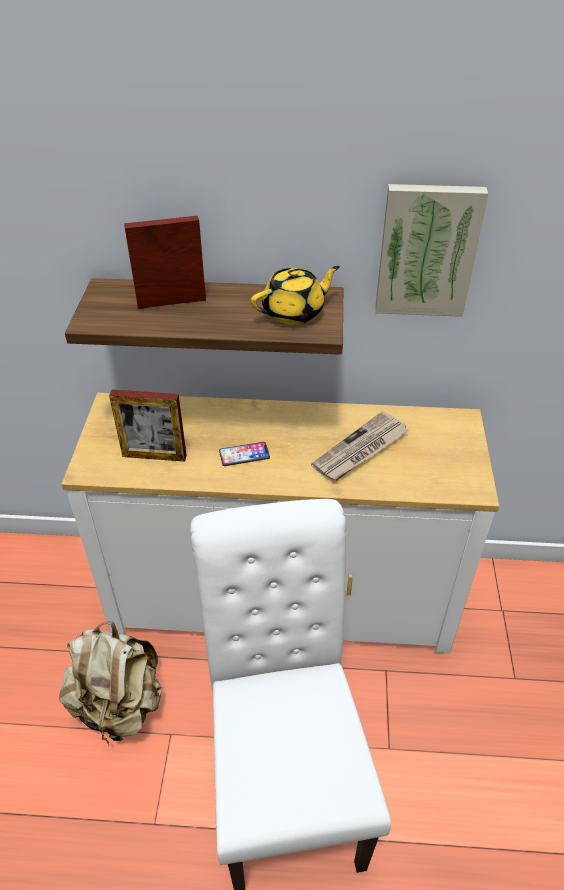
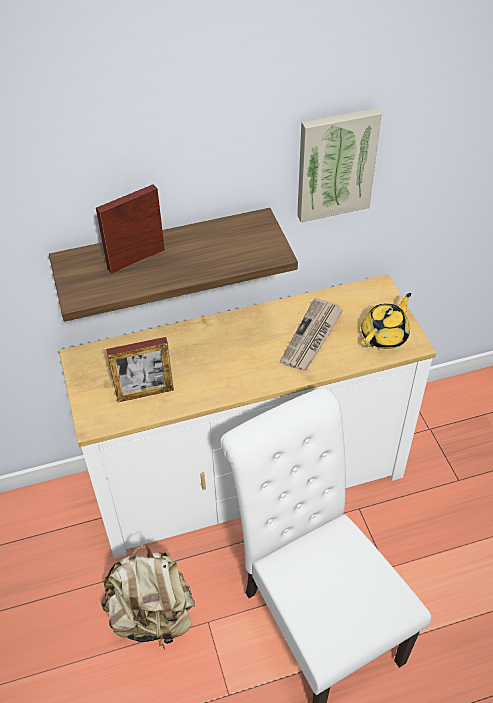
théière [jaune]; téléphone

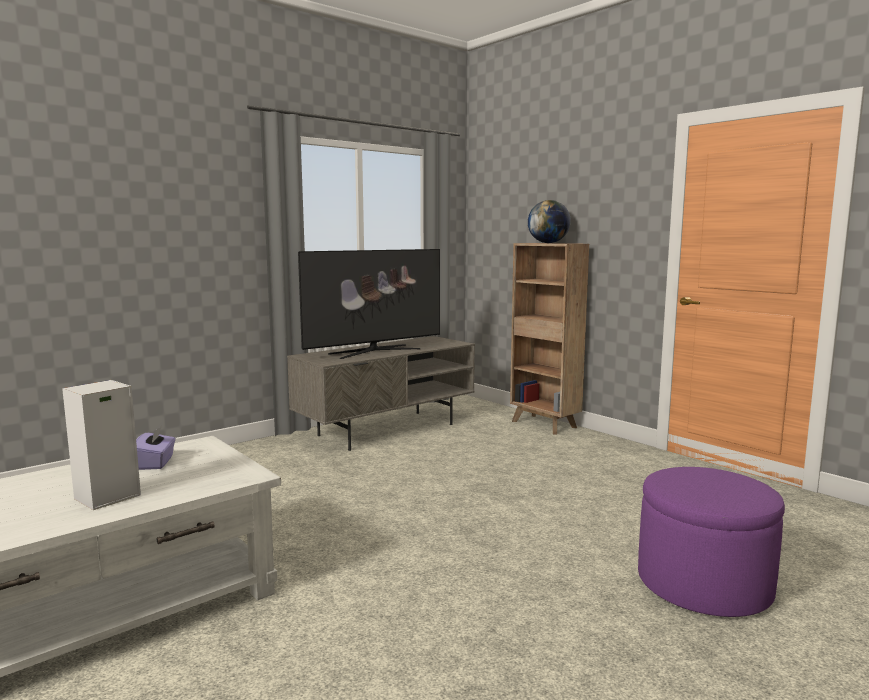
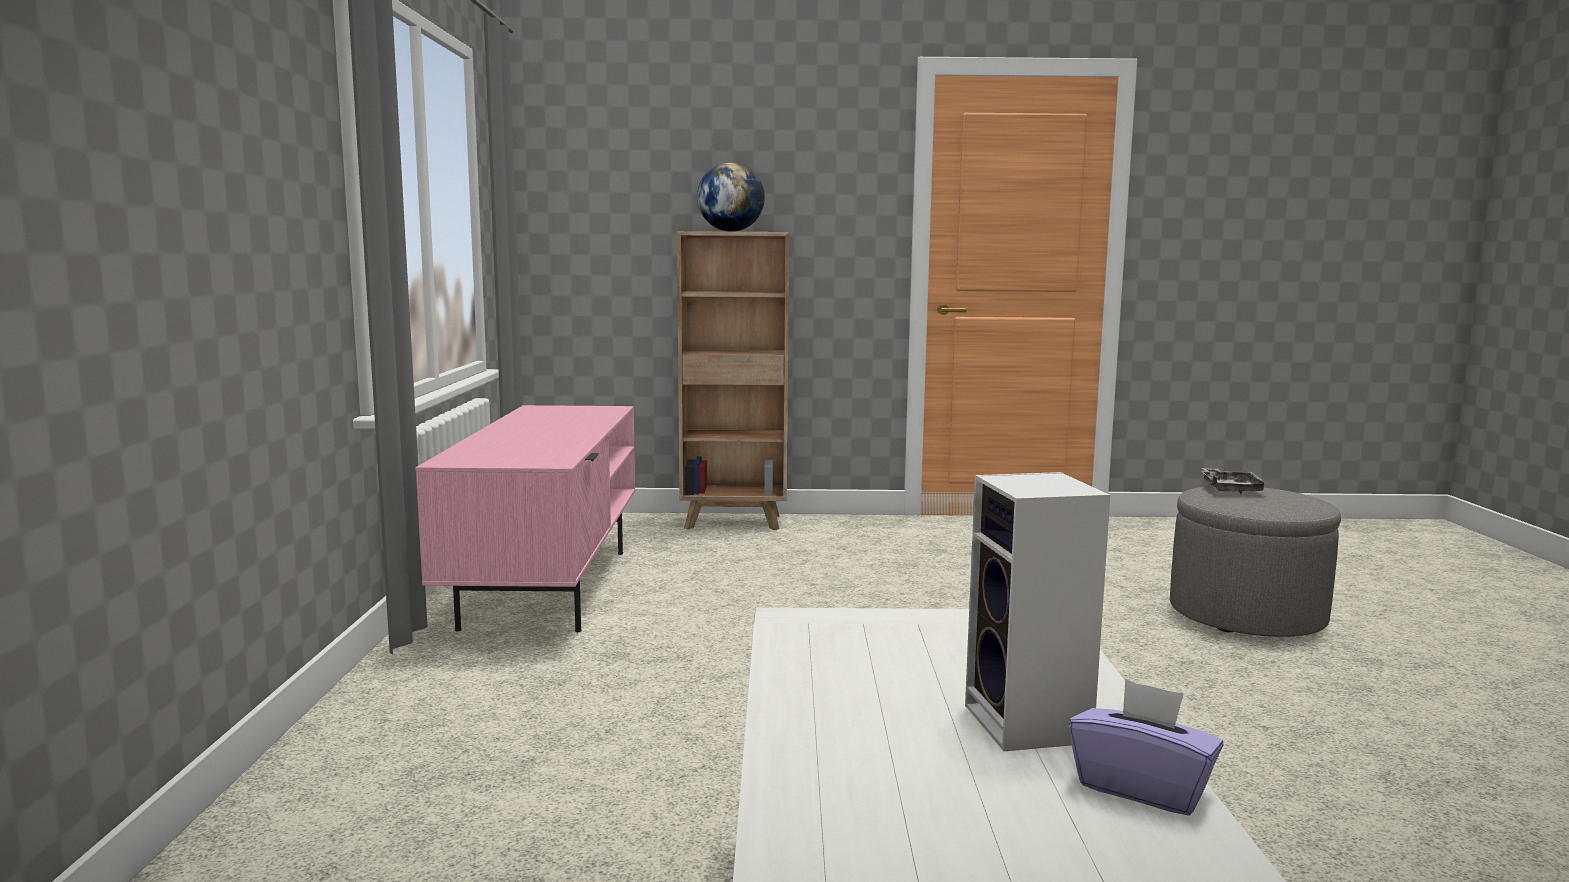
téléviseur; meuble télé [rose]; boîte à mouchoirs [violet]; pouf [gris]; plateau [gris]

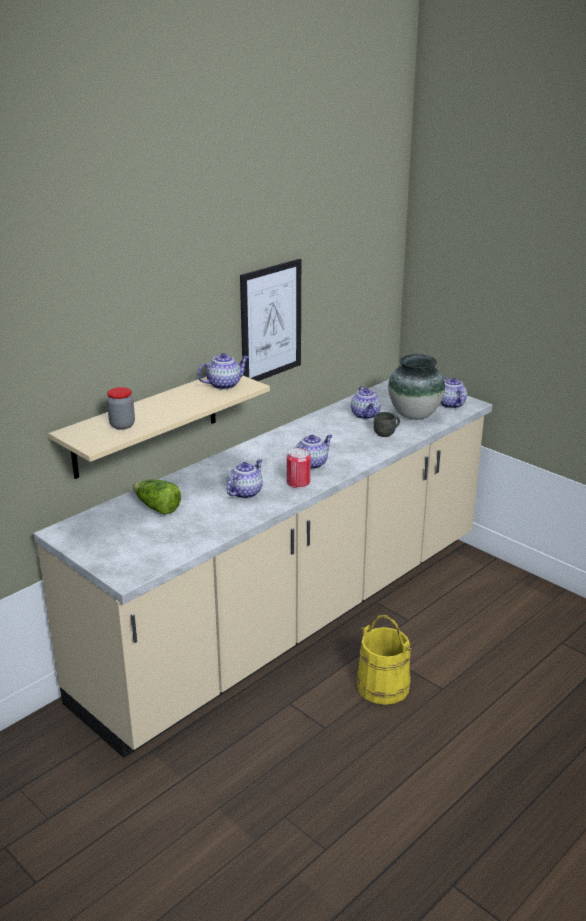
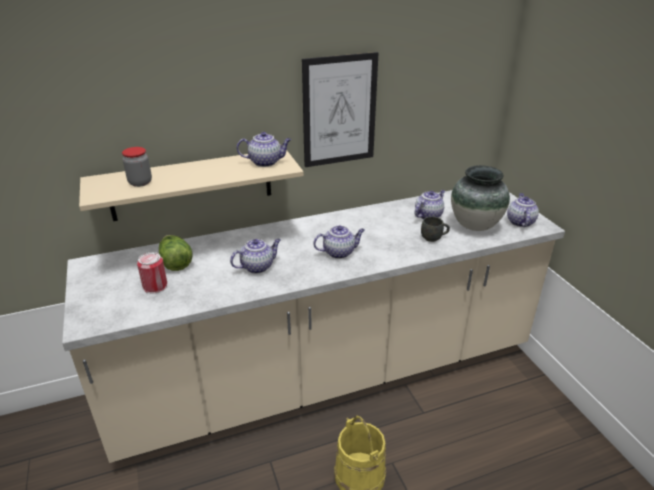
théière (4th from left); boîte métallique

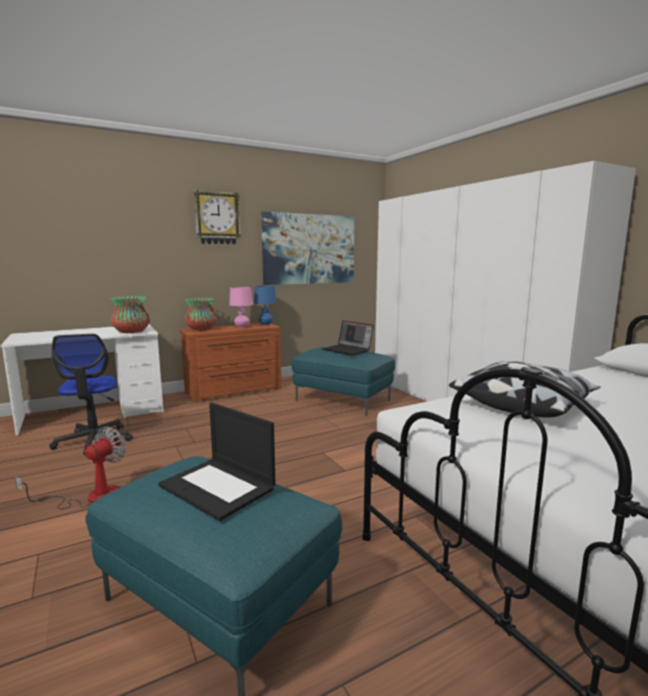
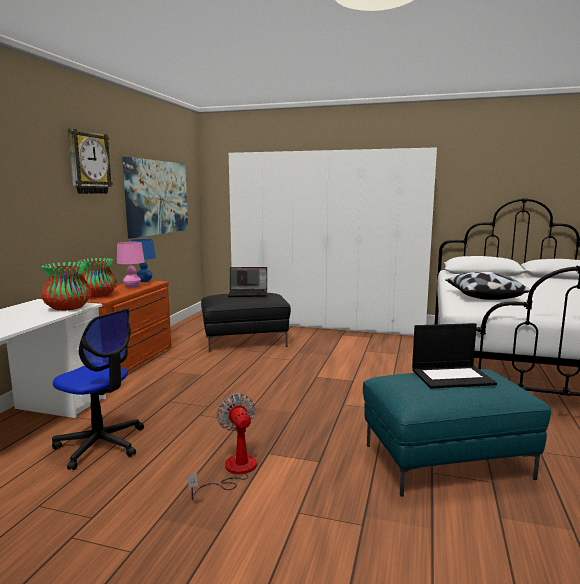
pouf [noir]

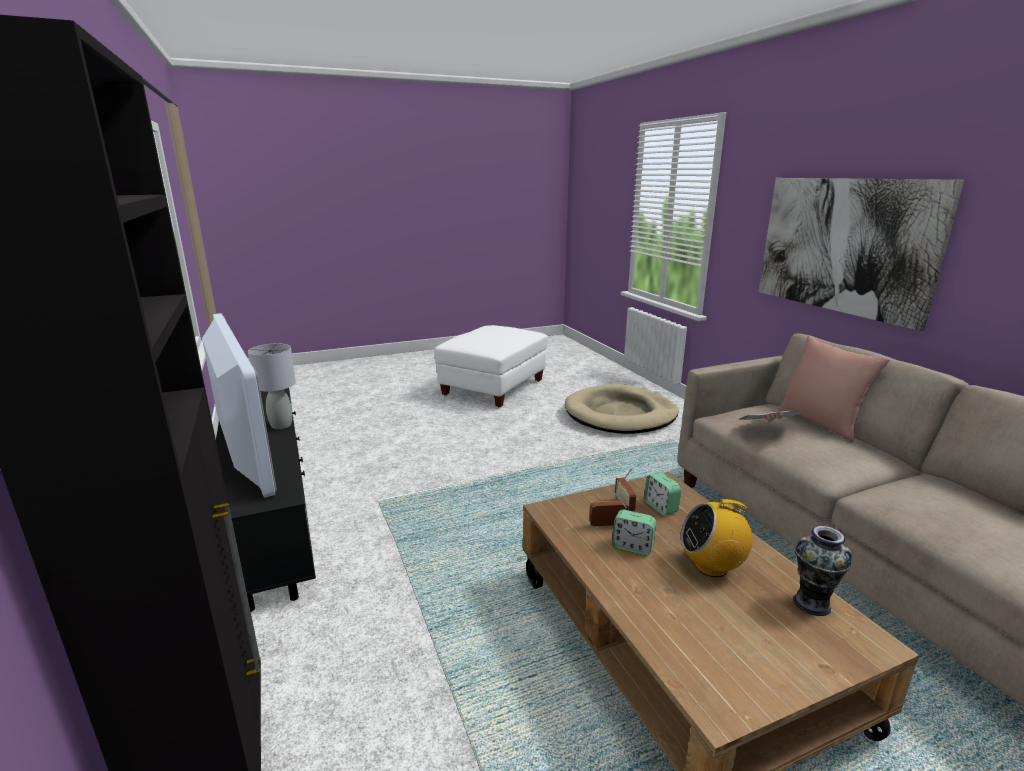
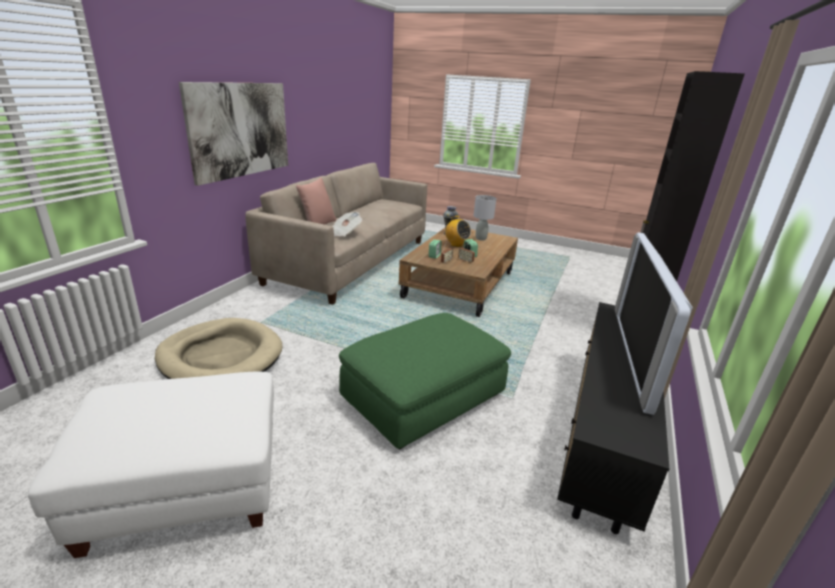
lampe de table [gris]; pouf [vert]

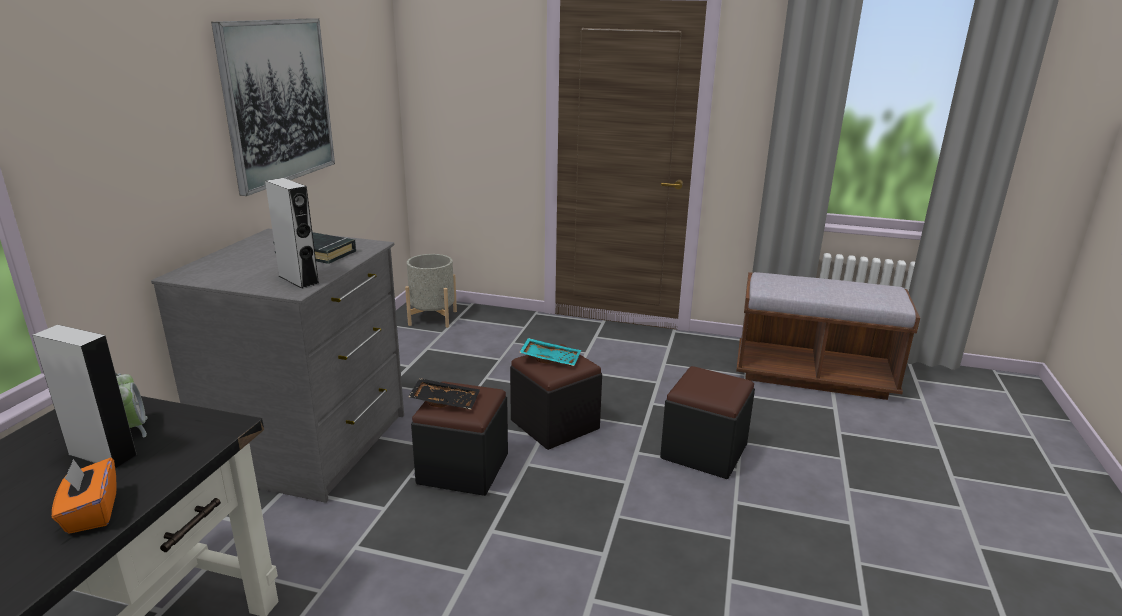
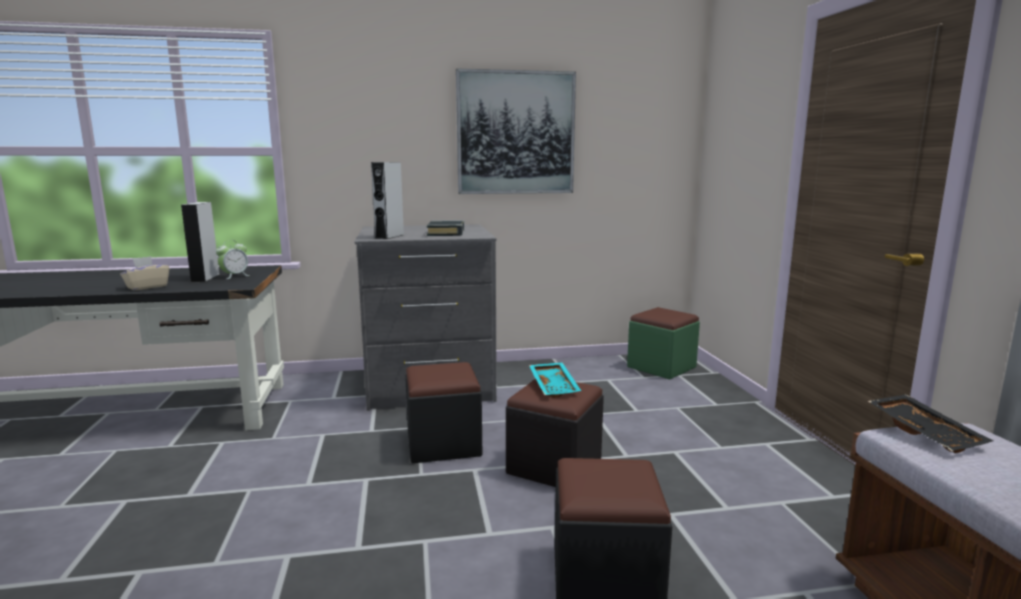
pouf [vert]; plateau [noir]; boîte à mouchoirs [beige]

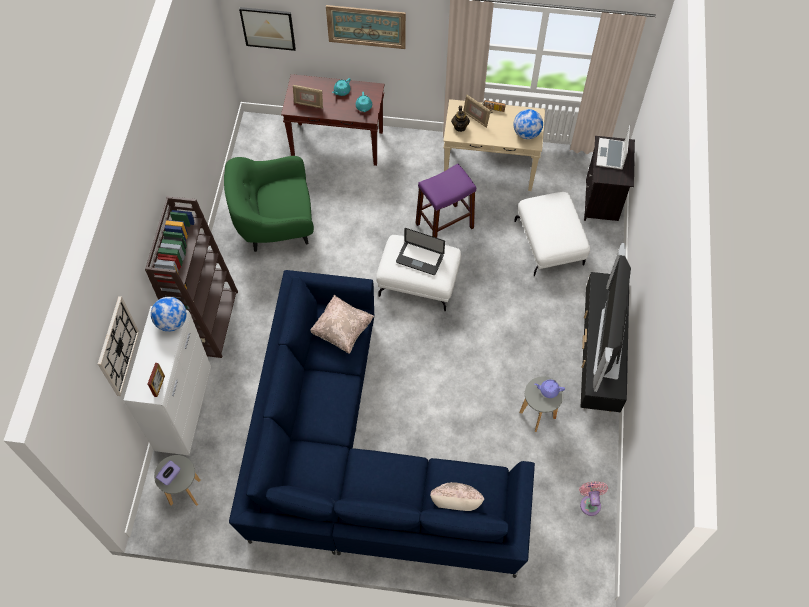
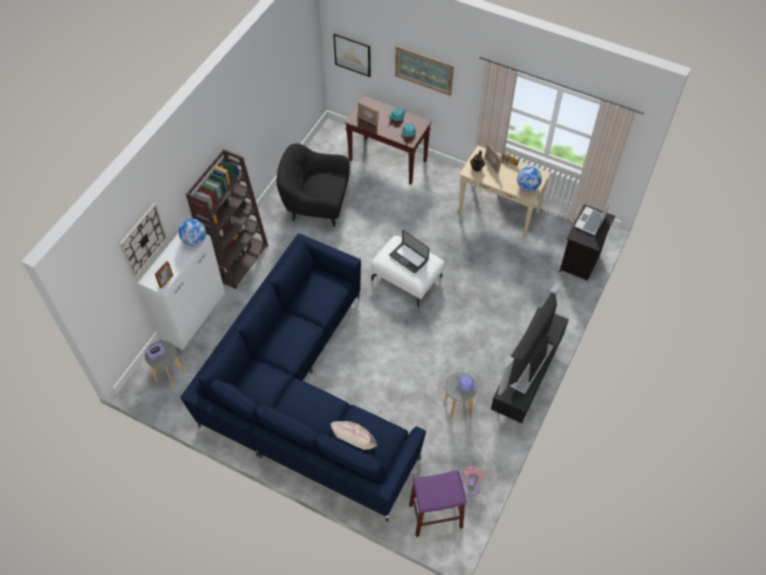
fauteuil [noir]; tabouret [violet]; pouf [blanc] (2nd from left in the first image); coussin [beige] (1st from left in the first image)

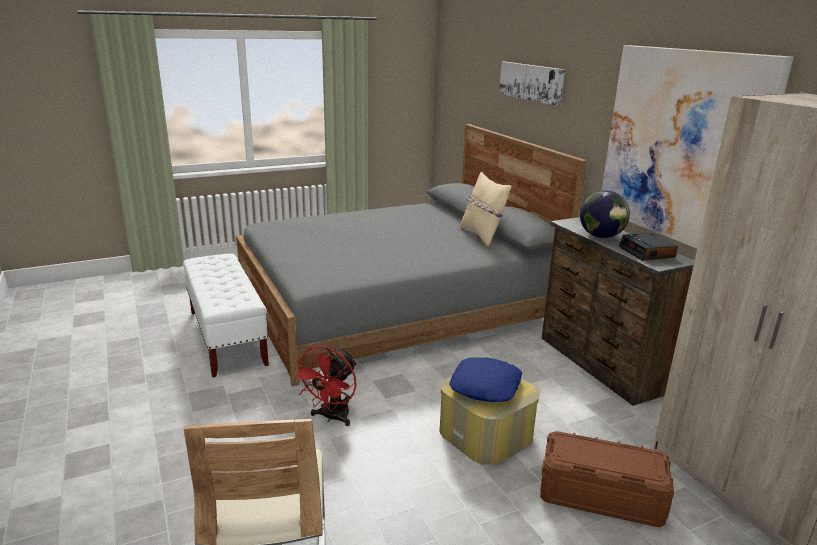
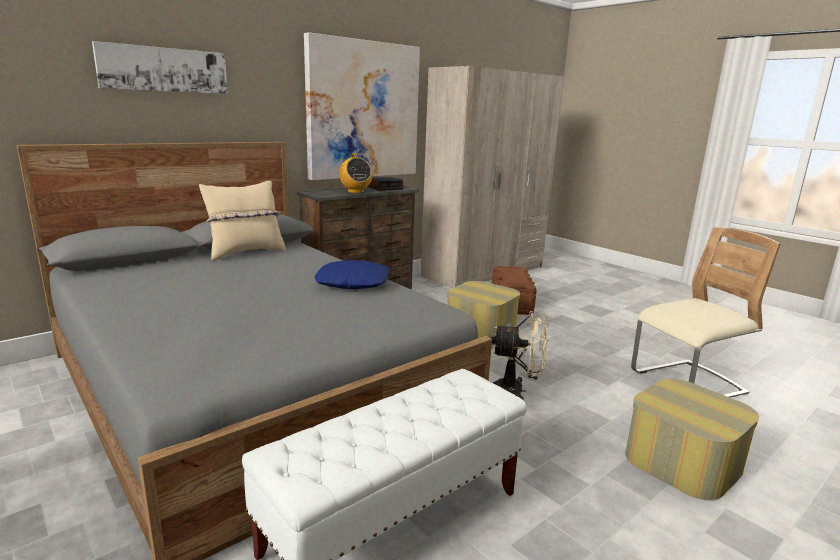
radio; ventilateur [beige]; coussin [bleu]; pouf (2nd from left)

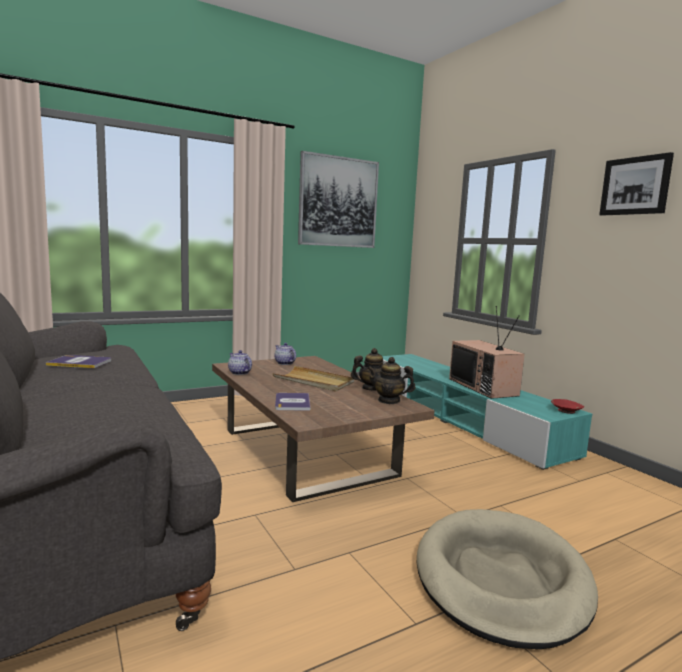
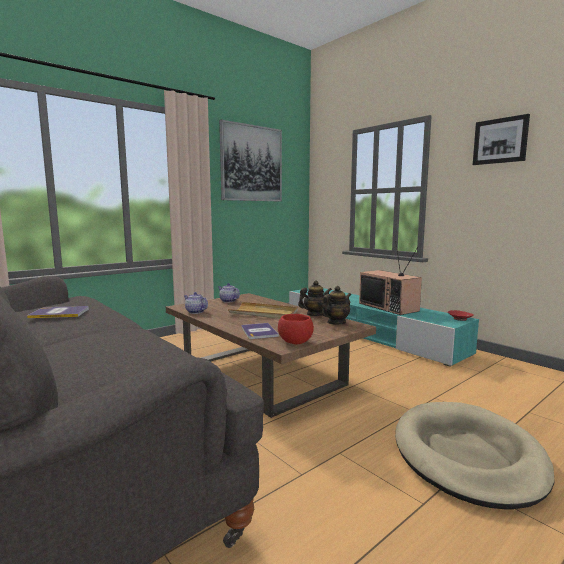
théière (4th from left); bol [rouge] (1st from left)

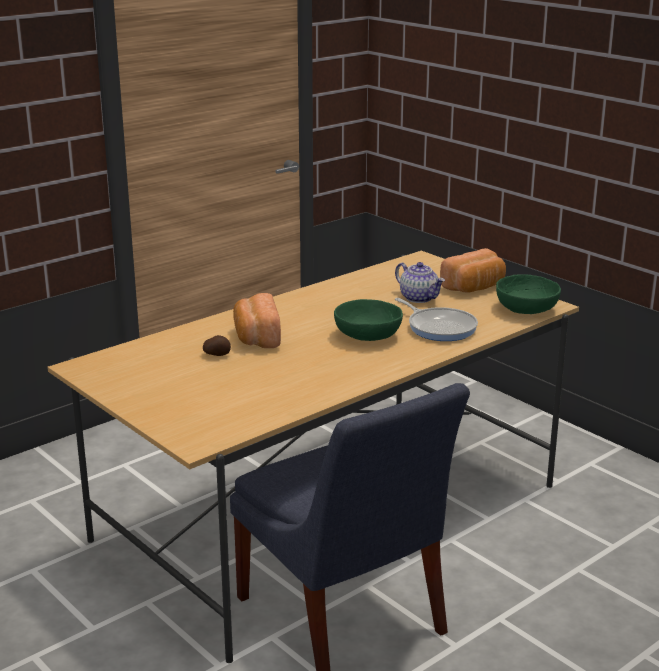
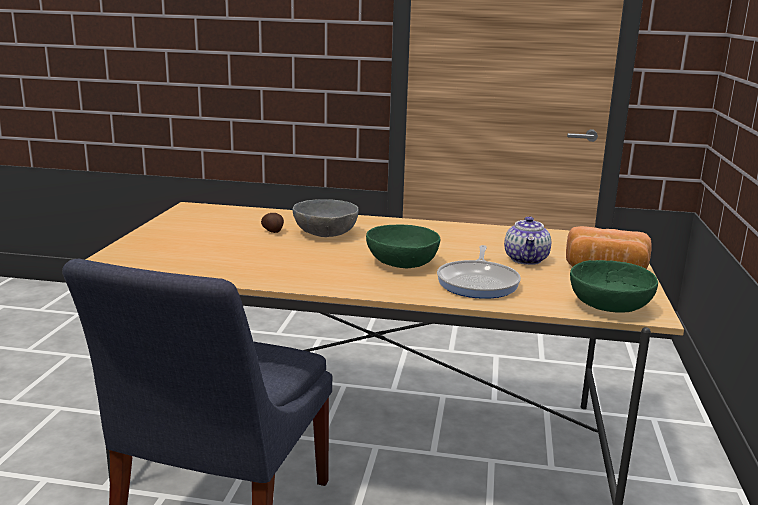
bol [gris]

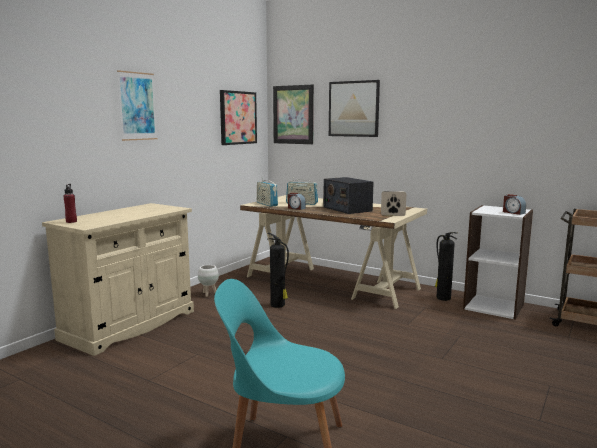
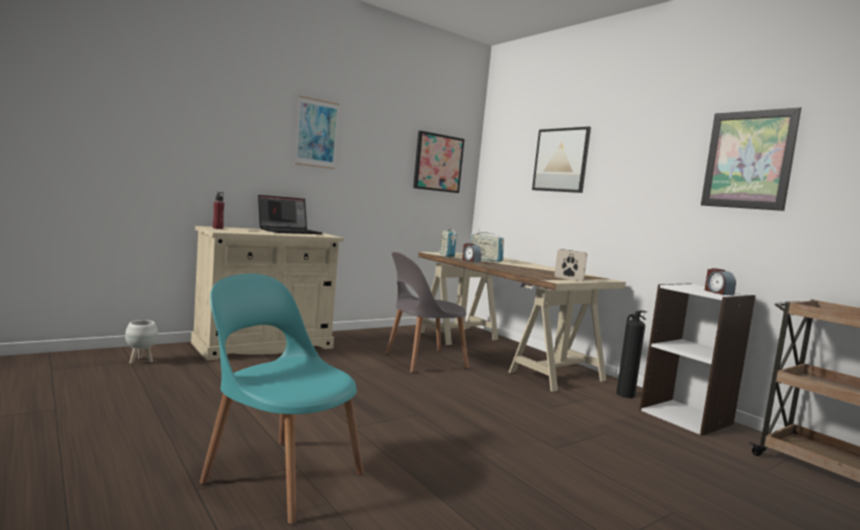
tableau (4th from left); radio (3rd from left in the first image); chaise [gris]; cache-pot [blanc]; ordinateur portable

